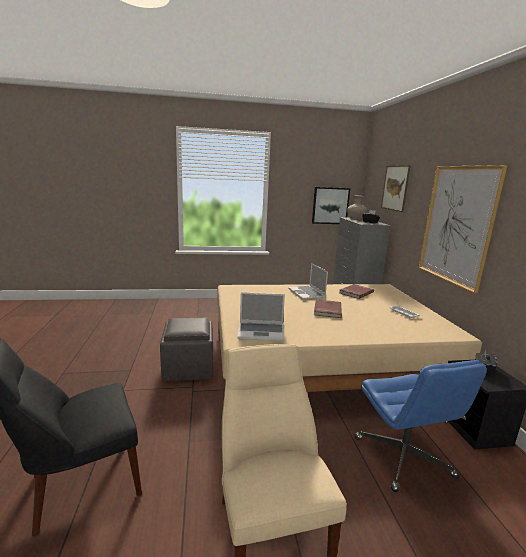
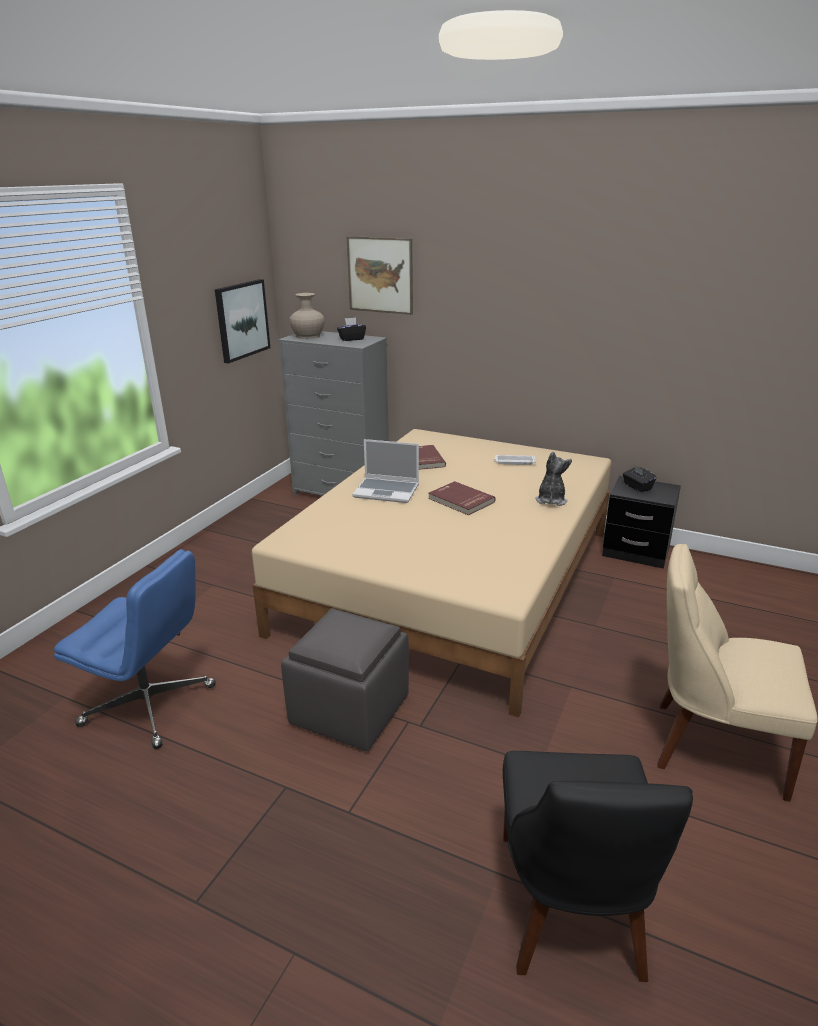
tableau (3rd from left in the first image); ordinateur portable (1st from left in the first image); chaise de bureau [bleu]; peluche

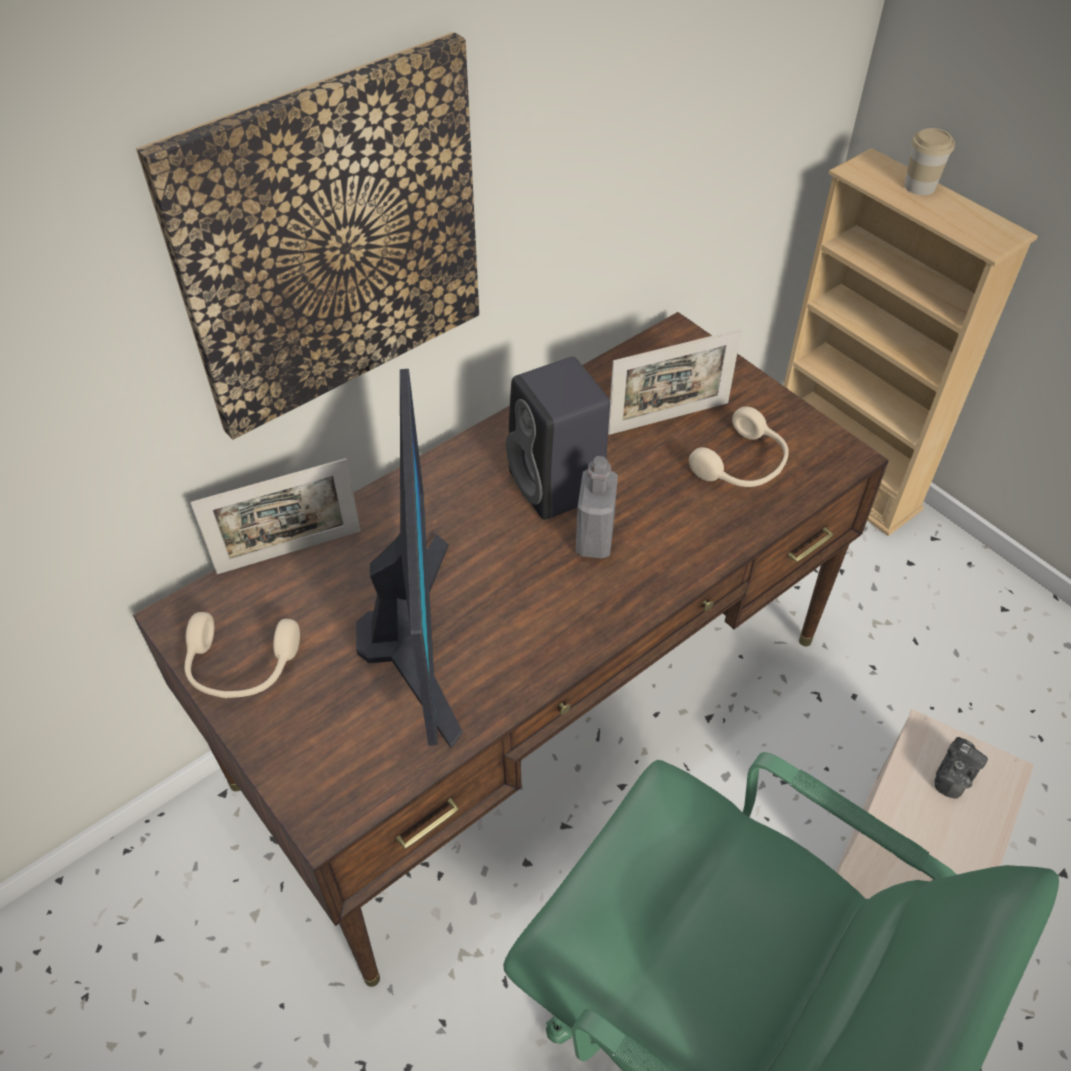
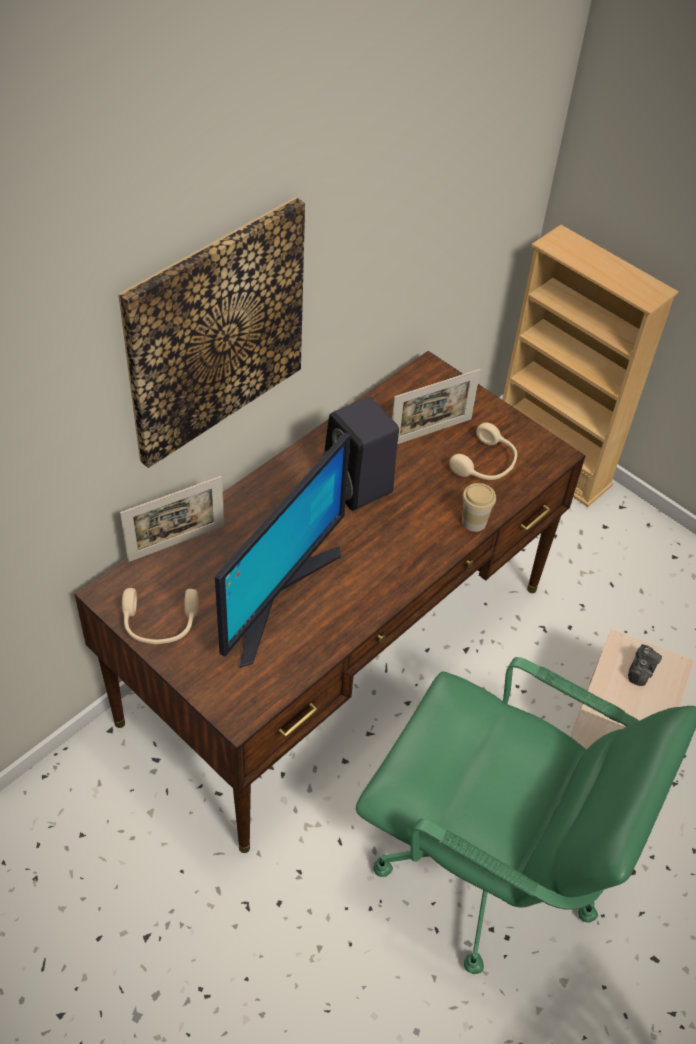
tasse; écran d'ordinateur; bouteille [gris]

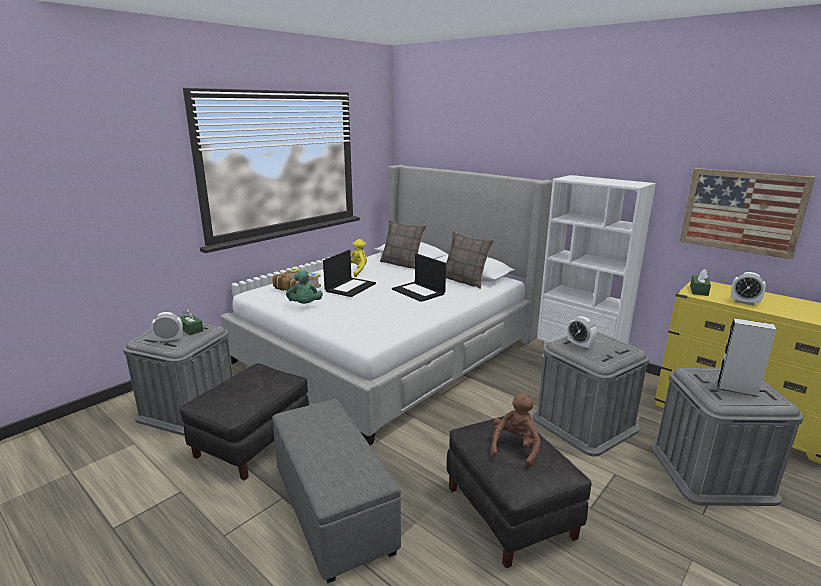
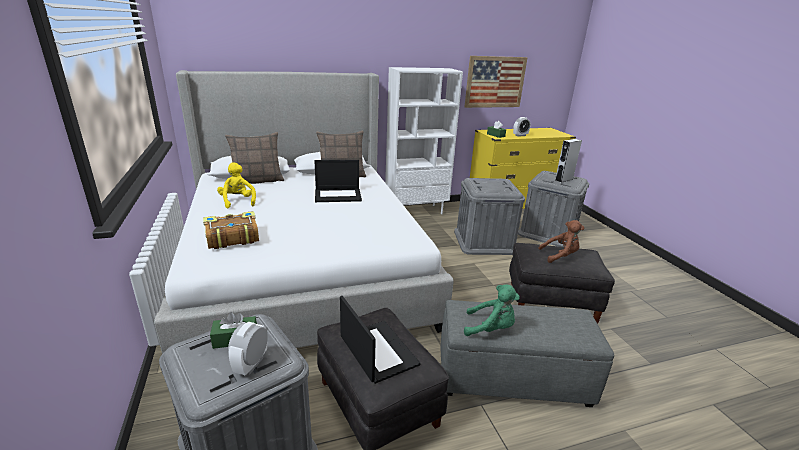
ordinateur portable (2nd from left); peluche [vert]; réveil (2nd from left in the first image); peluche [marron]

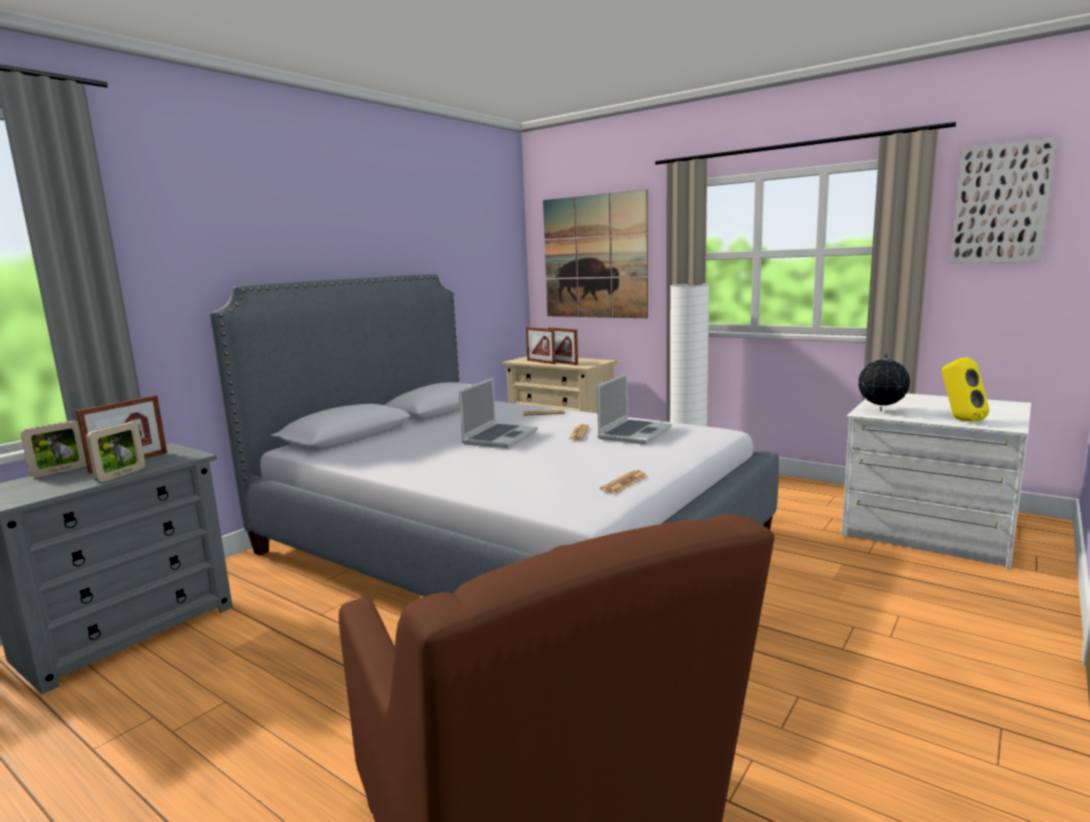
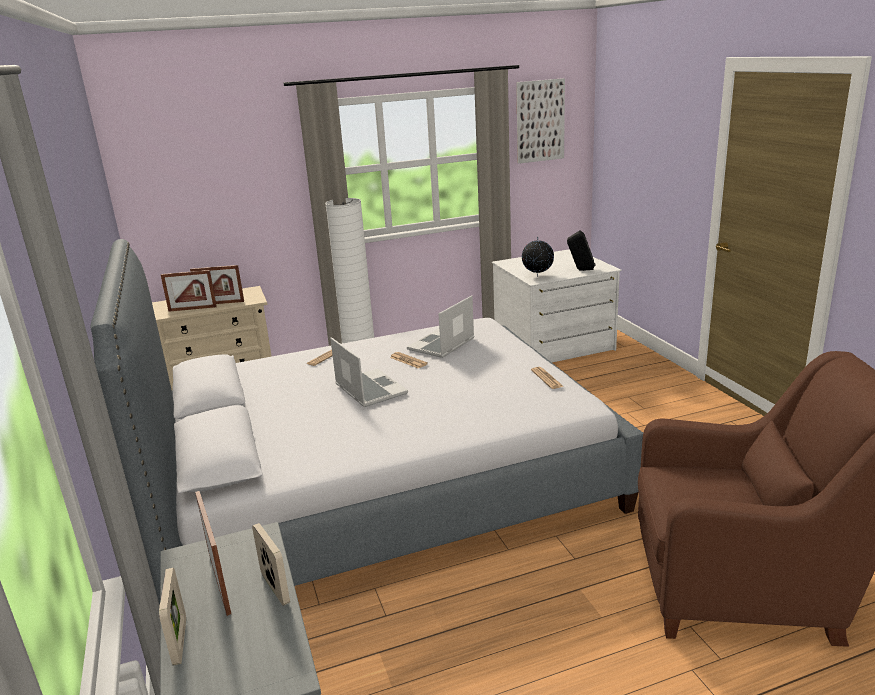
tableau (1st from left in the first image); enceinte [noir]; ordinateur portable (2nd from left)

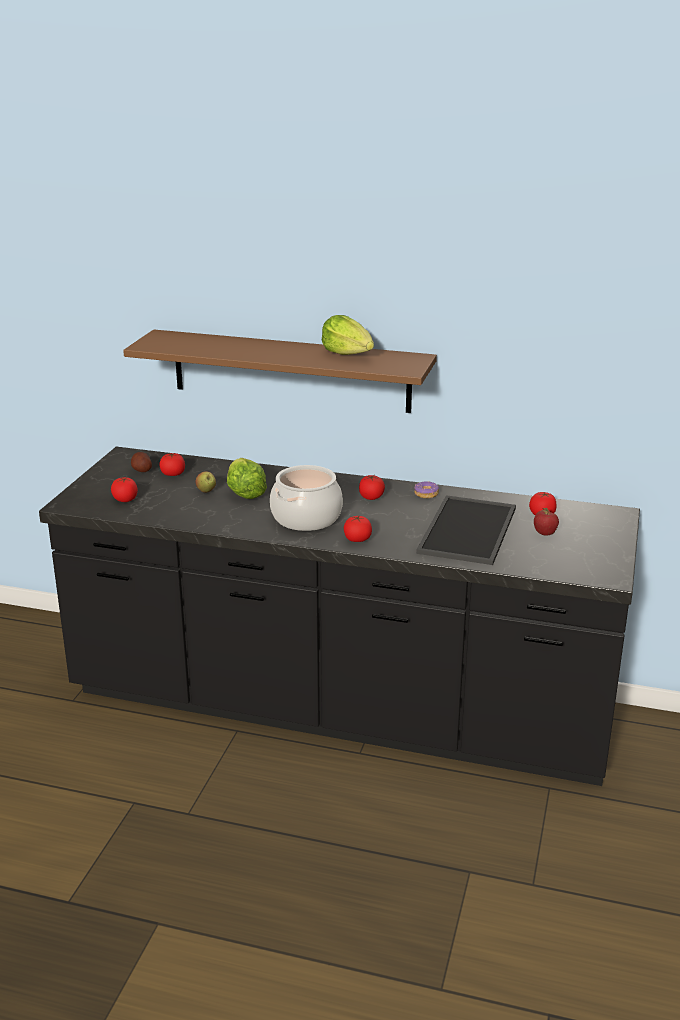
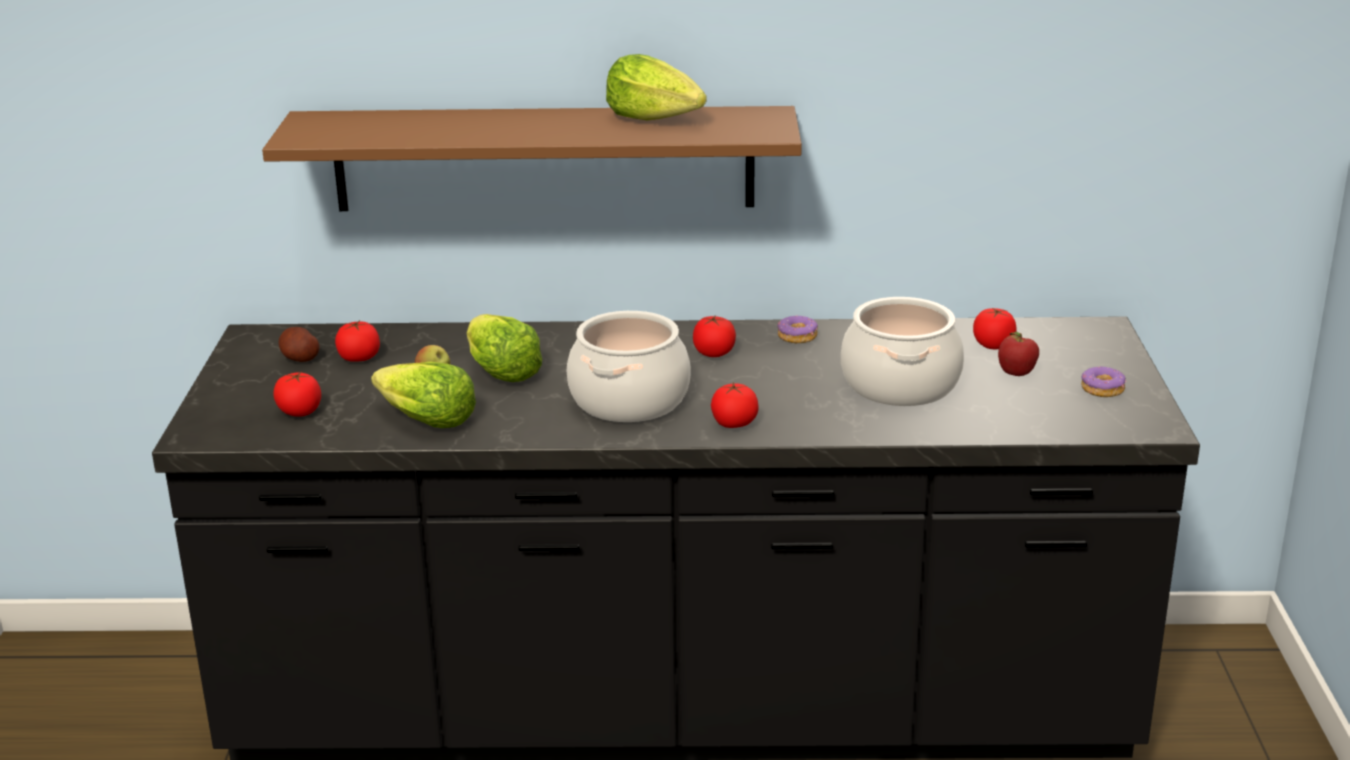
marmite (2nd from left); laitue (1st from left); beignet (2nd from left)

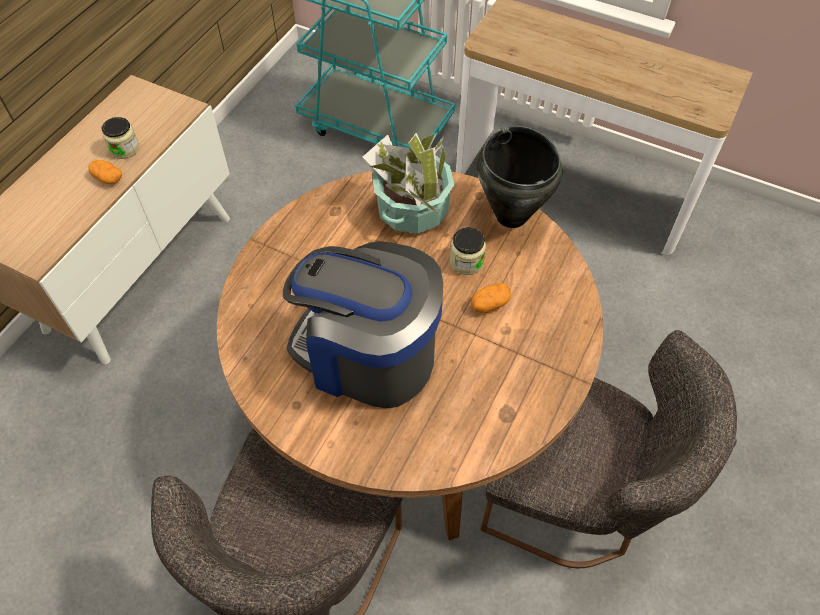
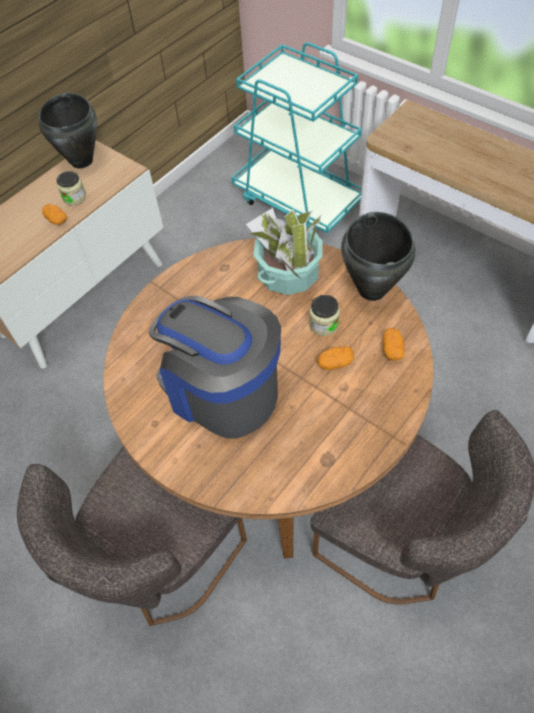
marmite [noir] (1st from left); pomme de terre (3rd from left)

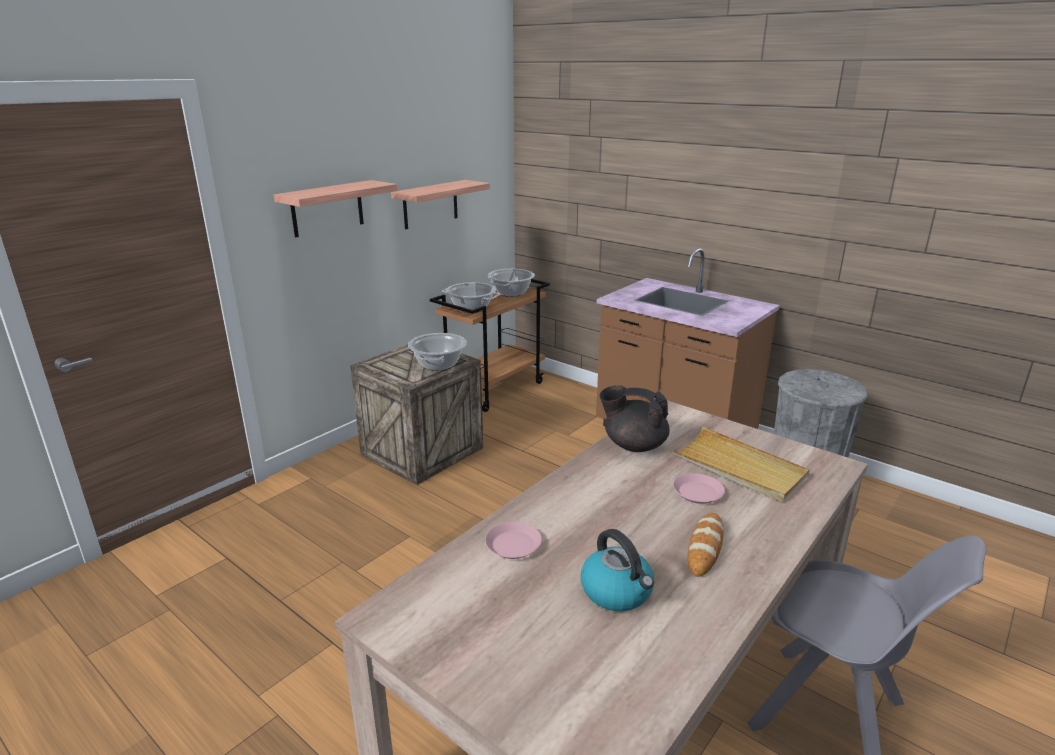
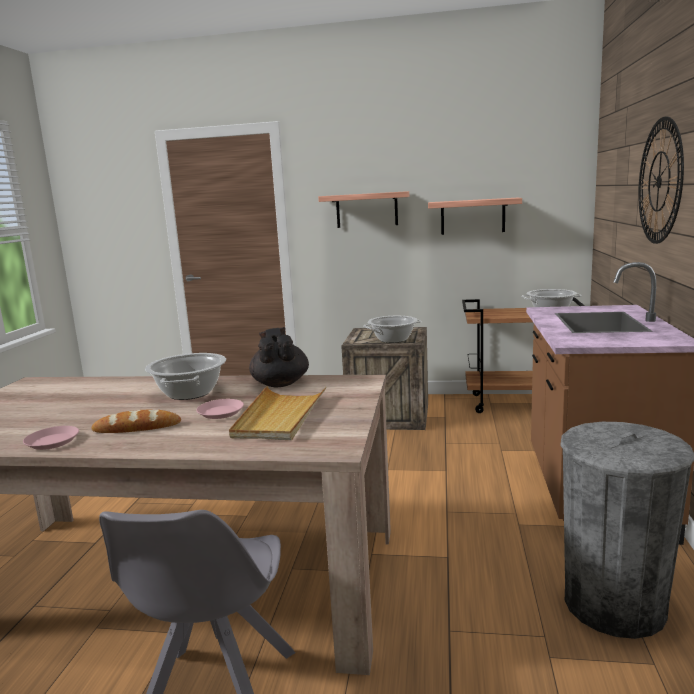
marmite (1st from left); assiette [rose] (1st from left); bouilloire; horloge murale

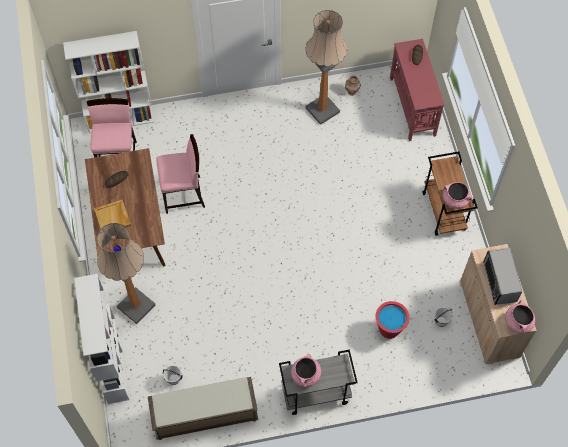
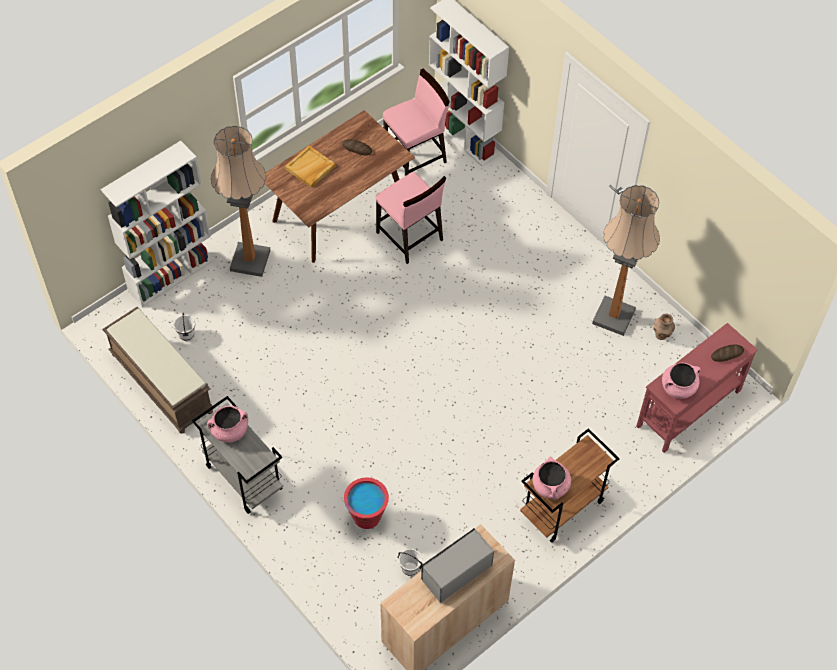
marmite [rose] (3rd from left)

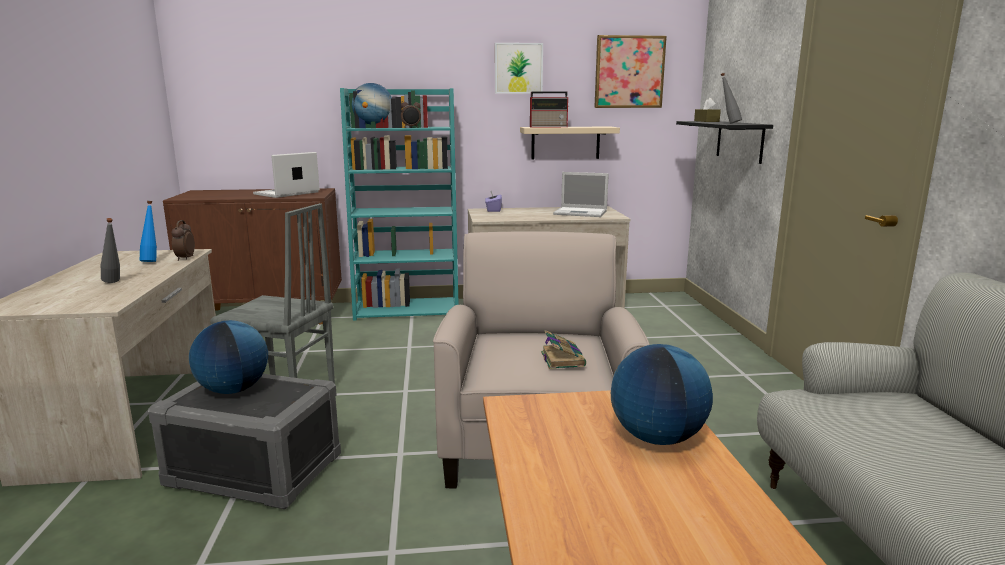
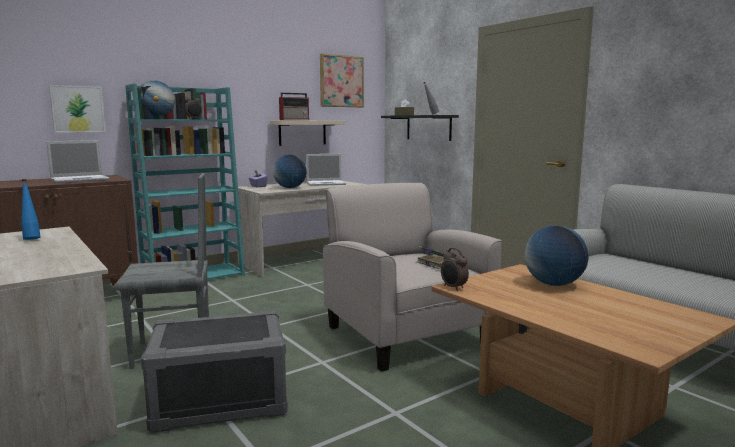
tableau (1st from left); ordinateur portable (1st from left); bouteille [gris] (1st from left in the first image); réveil (2nd from left); globe (2nd from left)

